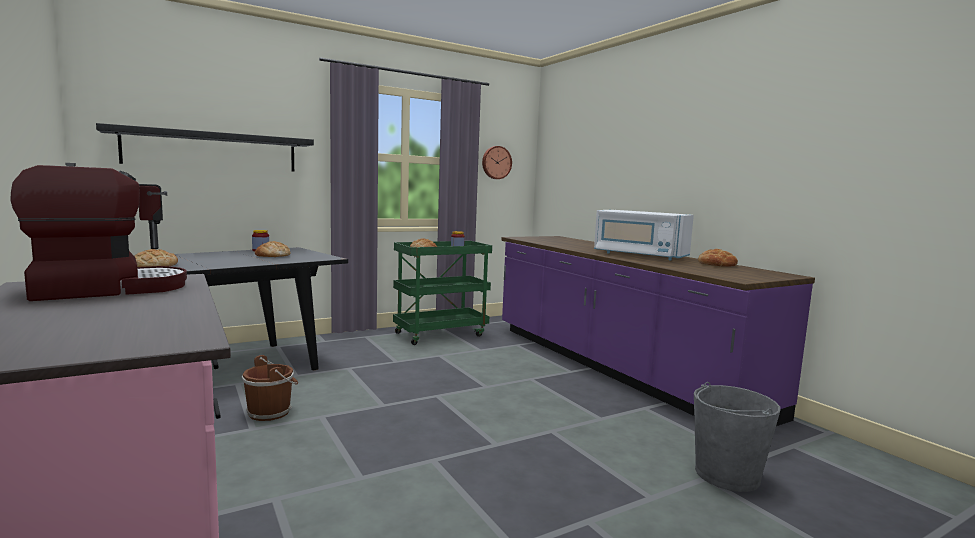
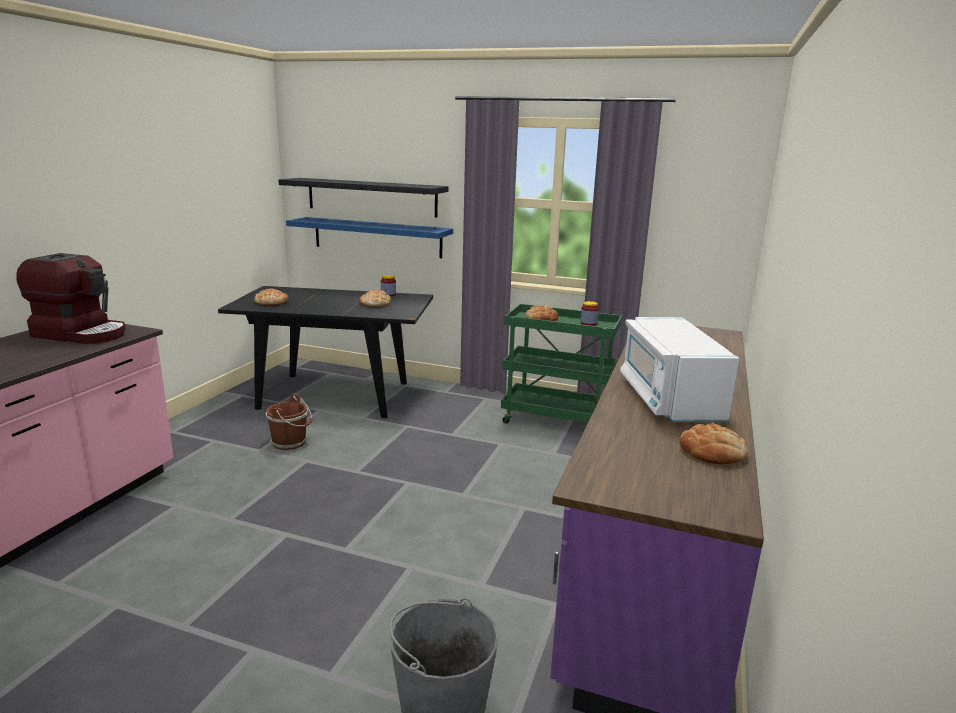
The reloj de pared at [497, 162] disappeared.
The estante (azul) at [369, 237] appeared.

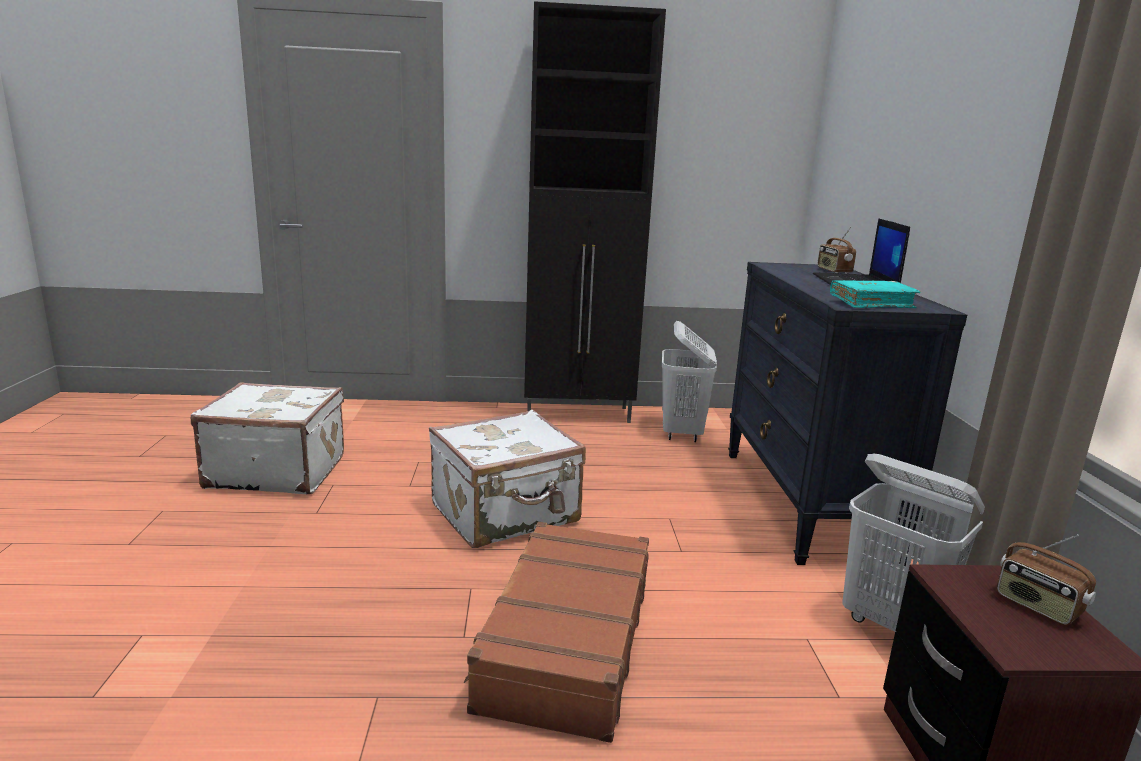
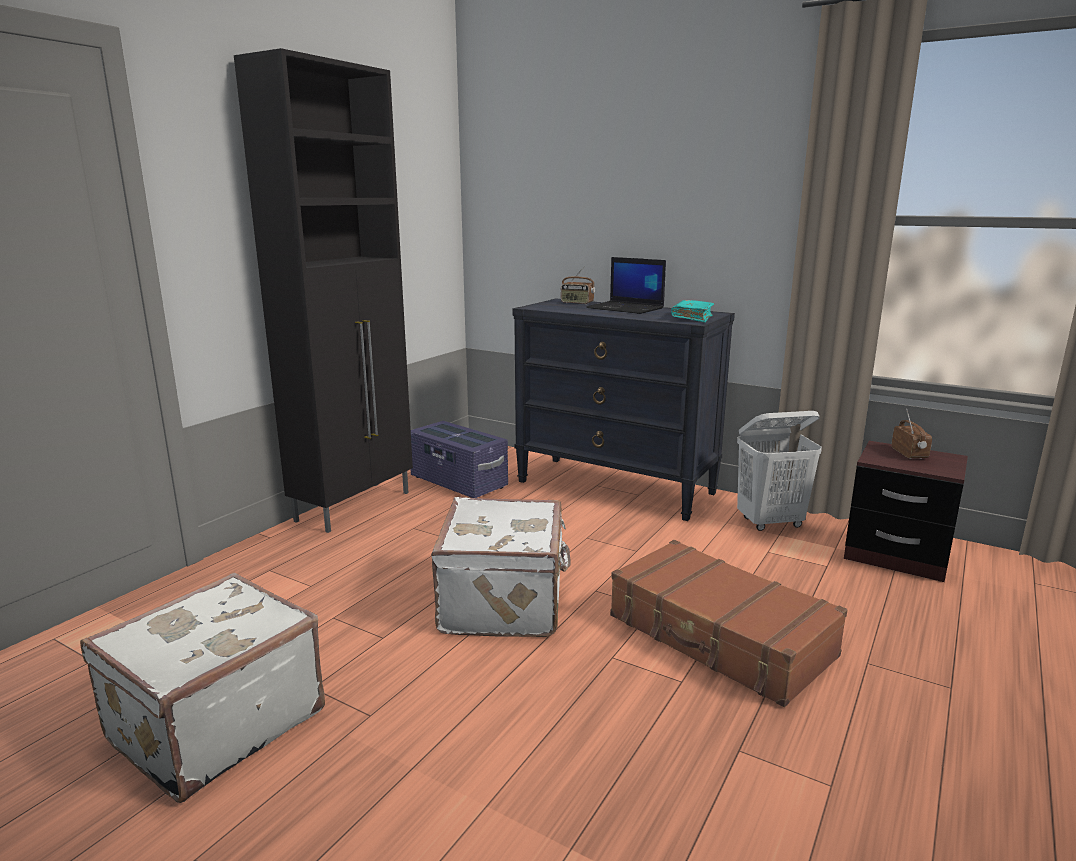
The cesto de la ropa (blanco) at [689, 381] was replaced by the caja de almacenaje (morado) at [459, 459].
The radio at [1046, 579] turned 90 degrees counterclockwise.

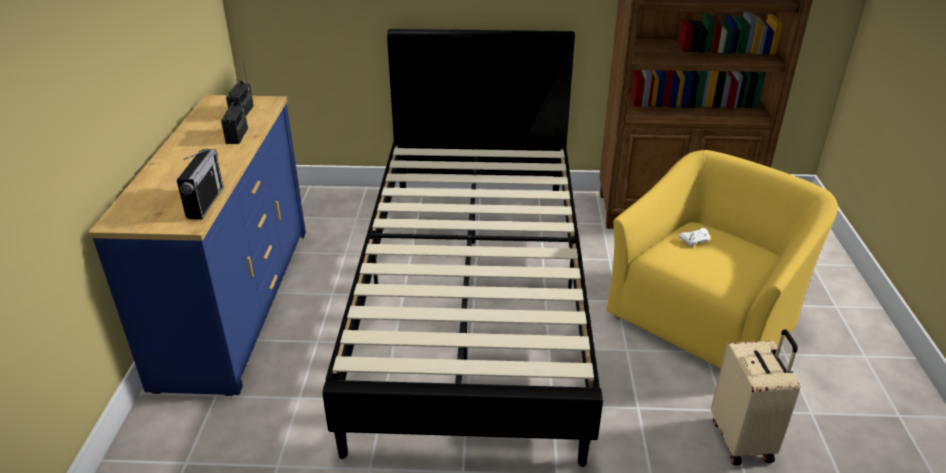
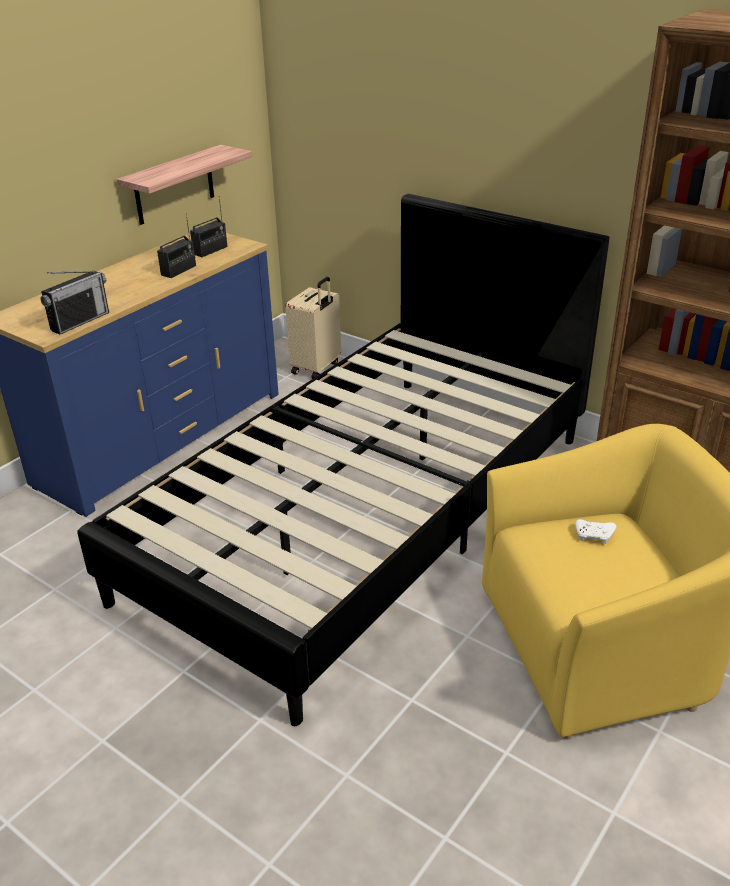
The maleta (beis) moved from [755, 397] to [313, 328].
The estante at [184, 185] appeared.

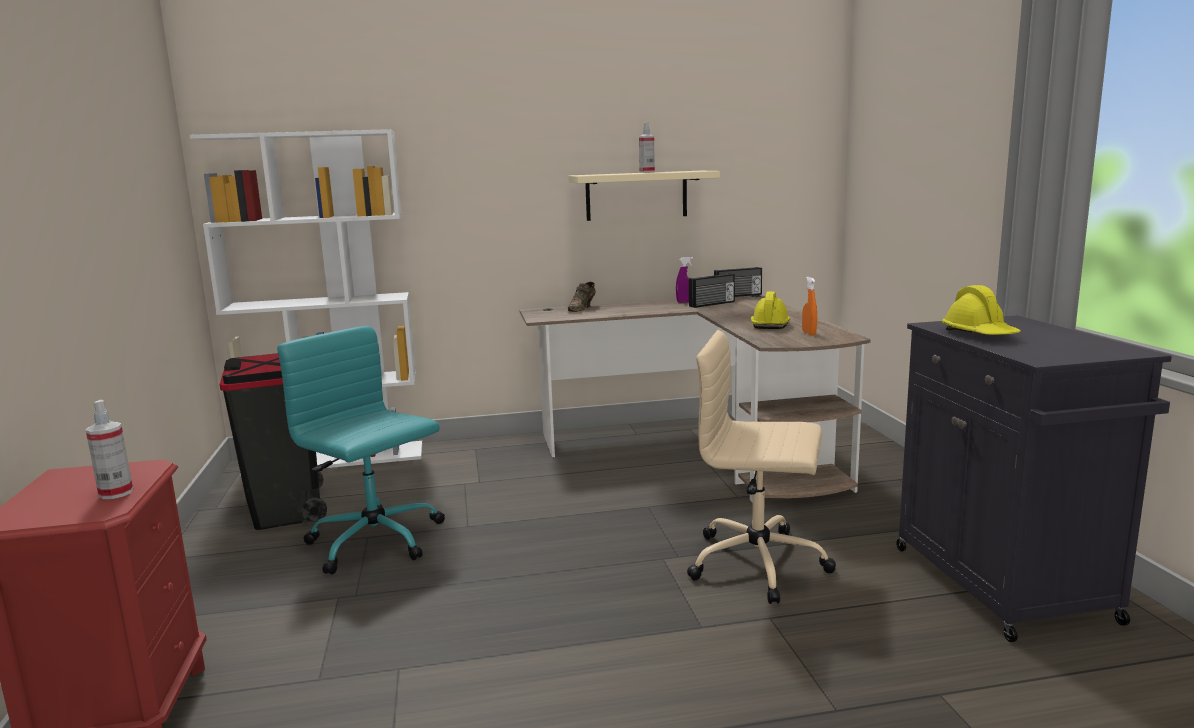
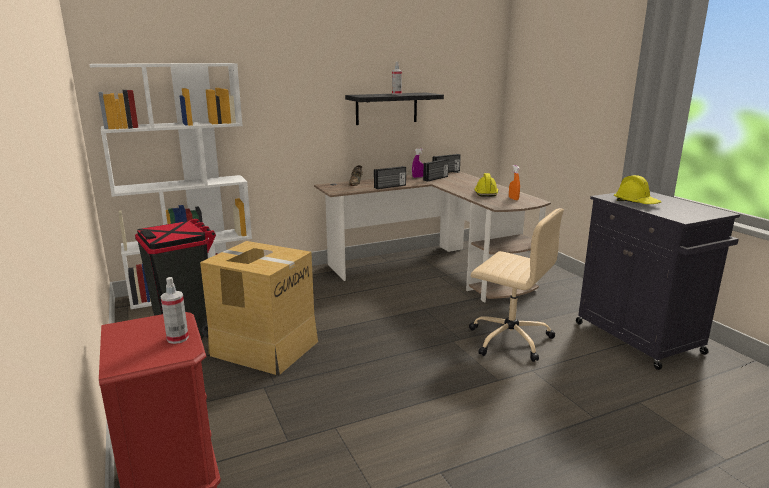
The silla de oficina (turquesa) at [361, 450] was replaced by the caja de cartón at [259, 308].
The estante (beis) at [644, 196] became the estante (negro) at [394, 109].
The silla de oficina (beis) at [761, 467] turned 150 degrees counterclockwise.
The radio at [390, 177] appeared.

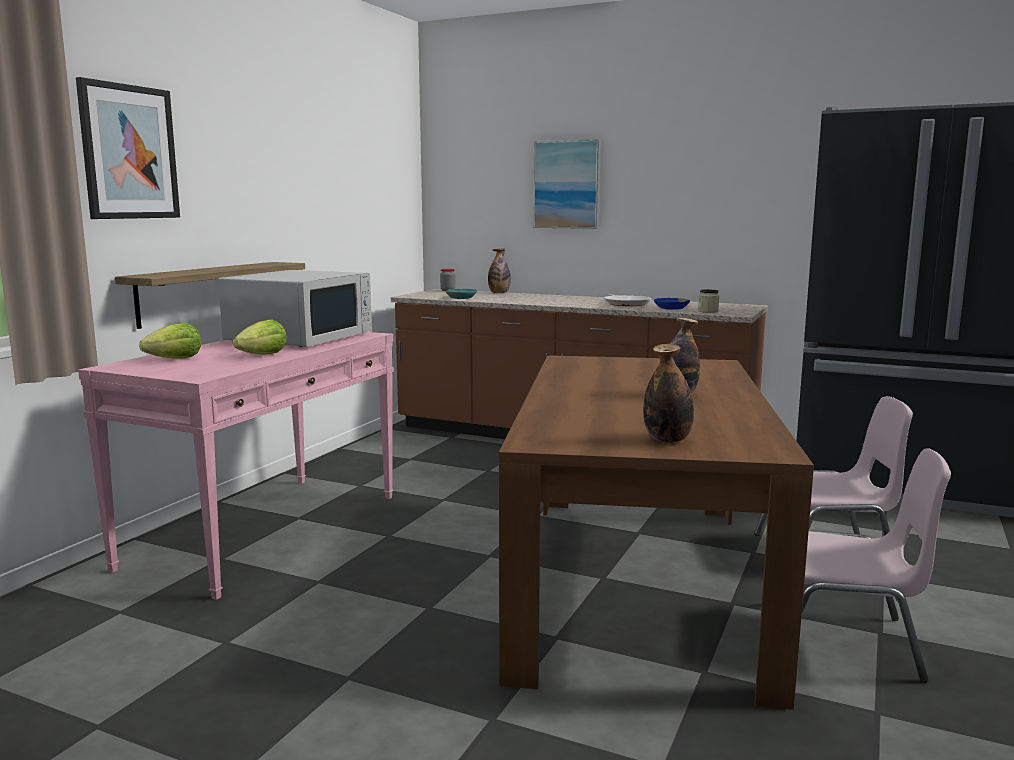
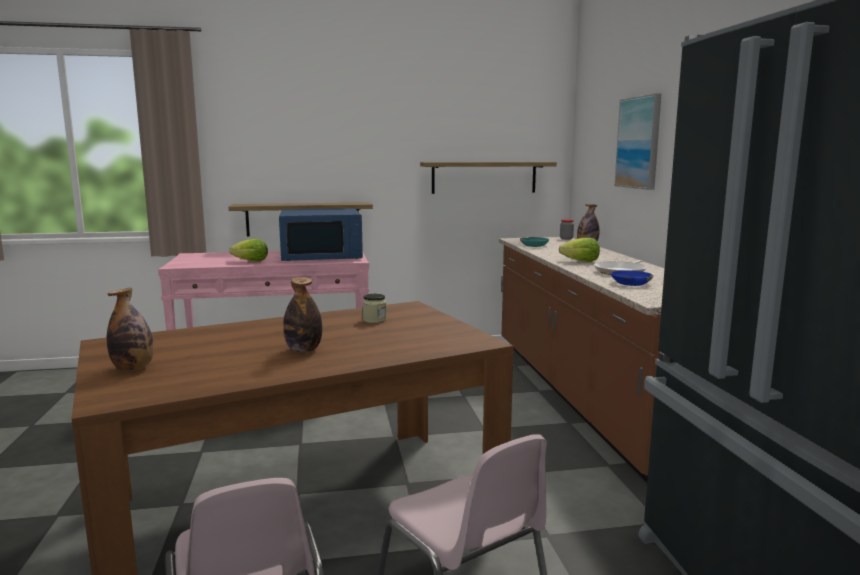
The cuadro at [128, 148] disappeared.
The lechuga moved from [170, 340] to [579, 250].
The microondas (blanco) at [295, 308] became the microondas (azul) at [321, 234].
The tarro moved from [708, 301] to [374, 308].
The estante at [488, 178] appeared.

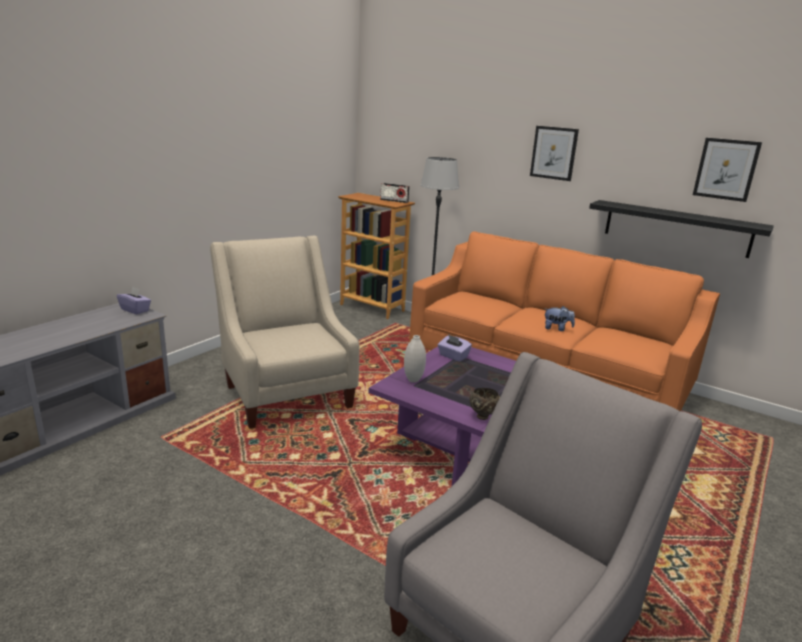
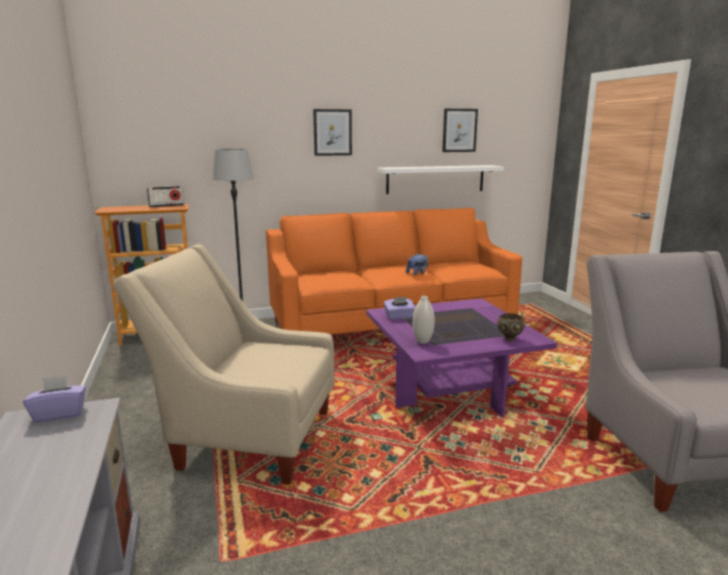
The estante (negro) at [681, 229] became the estante (blanco) at [440, 179].

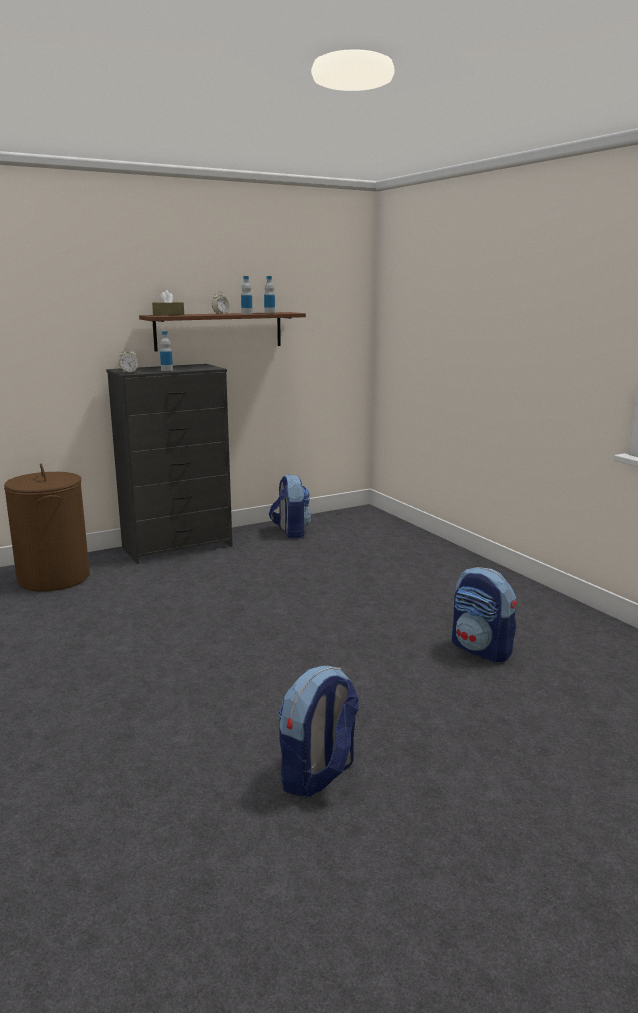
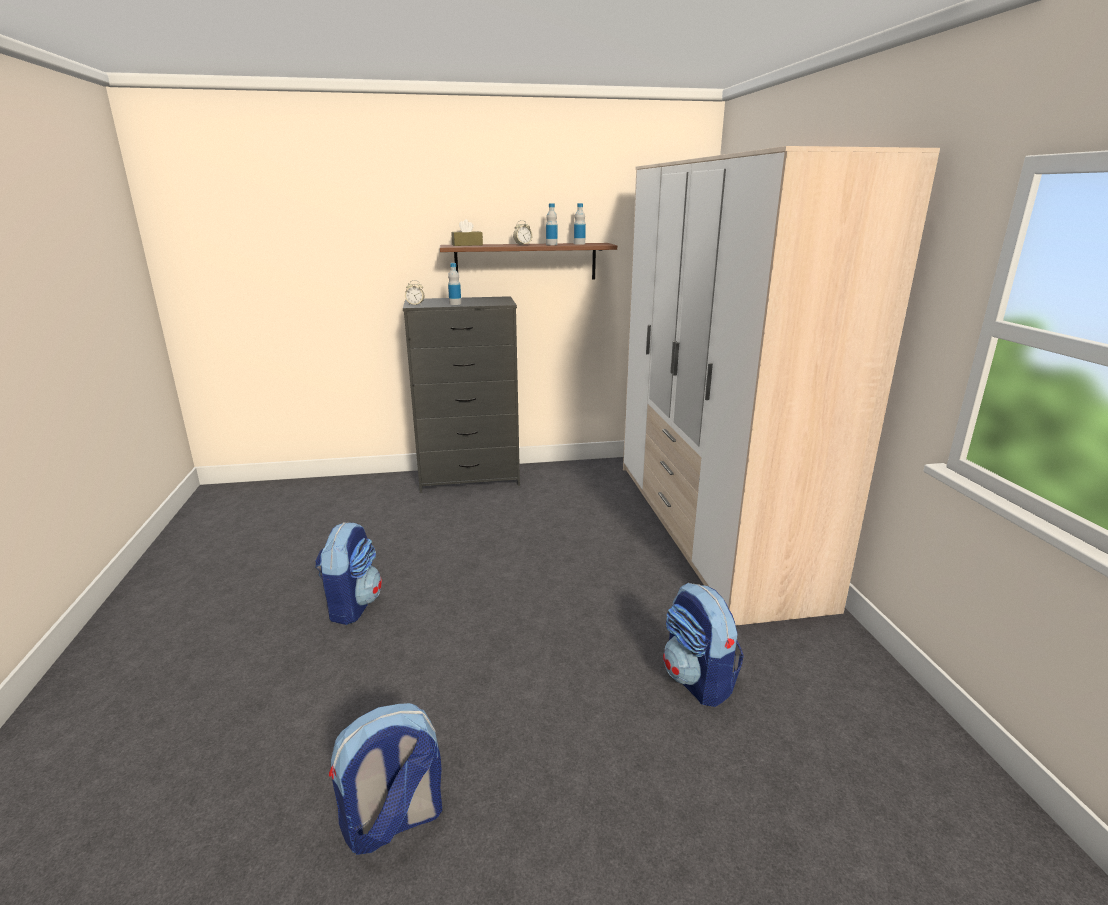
The cesto de la ropa (marrón) at [47, 527] disappeared.
The mochila moved from [290, 506] to [348, 573].
The armario ropero at [781, 385] appeared.

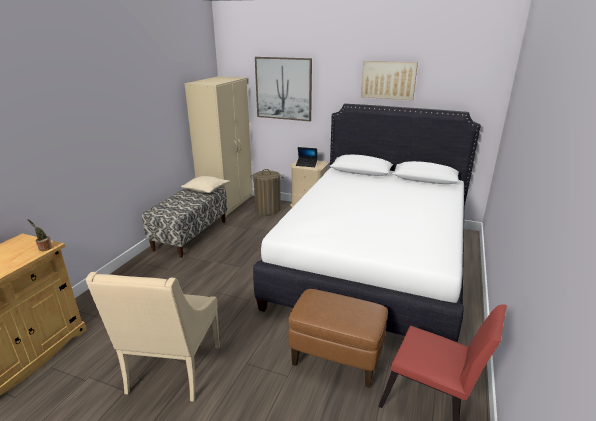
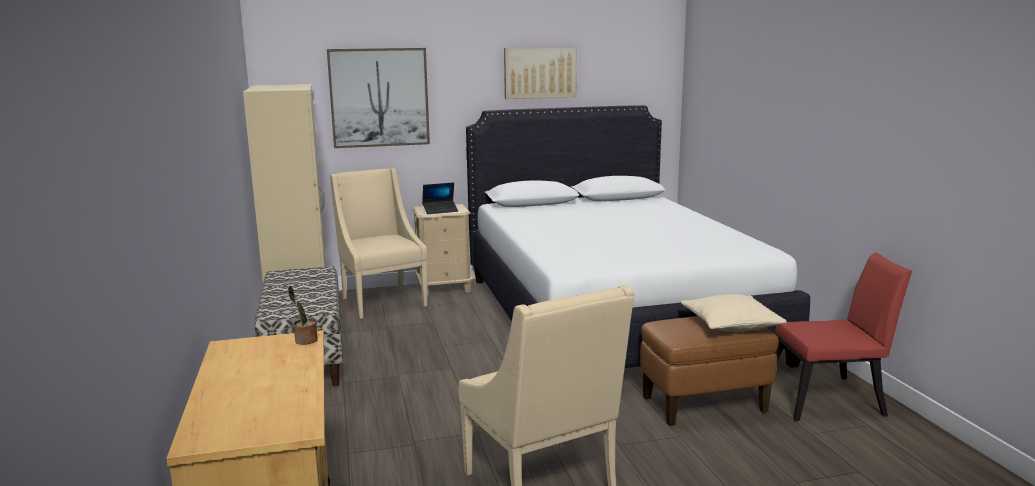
The cojín (beis) moved from [205, 184] to [733, 313].
The cesto de la ropa at [267, 192] was replaced by the sillón (beis) at [378, 243].

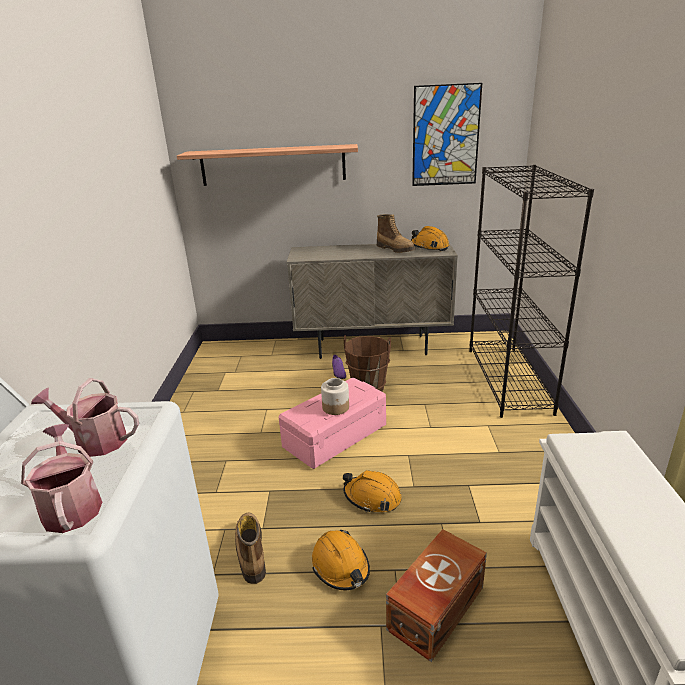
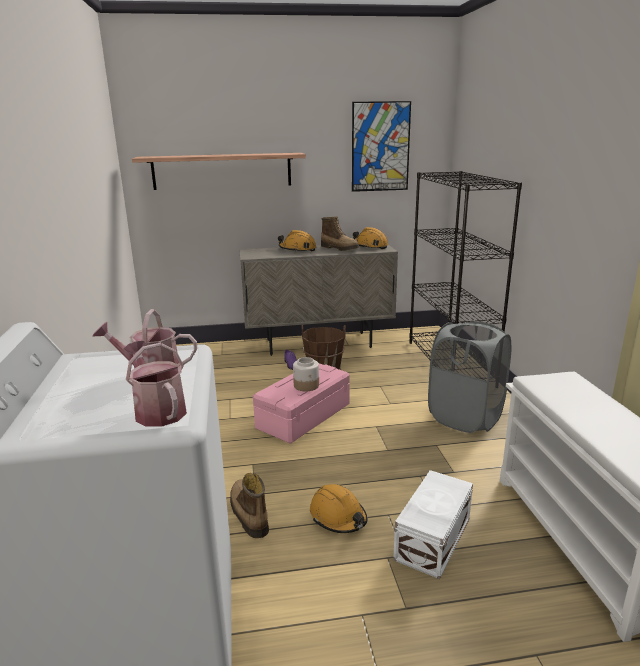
The casco (naranja) moved from [372, 491] to [297, 241].
The caja de almacenaje (marrón) at [436, 595] became the caja de almacenaje (blanco) at [433, 524].
The cesto de la ropa (gris) at [469, 377] appeared.

